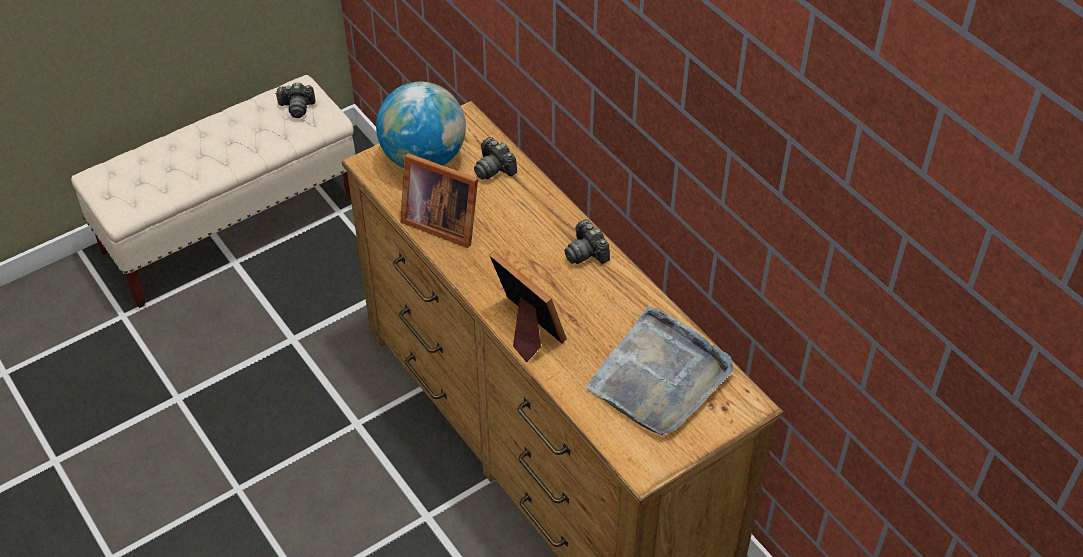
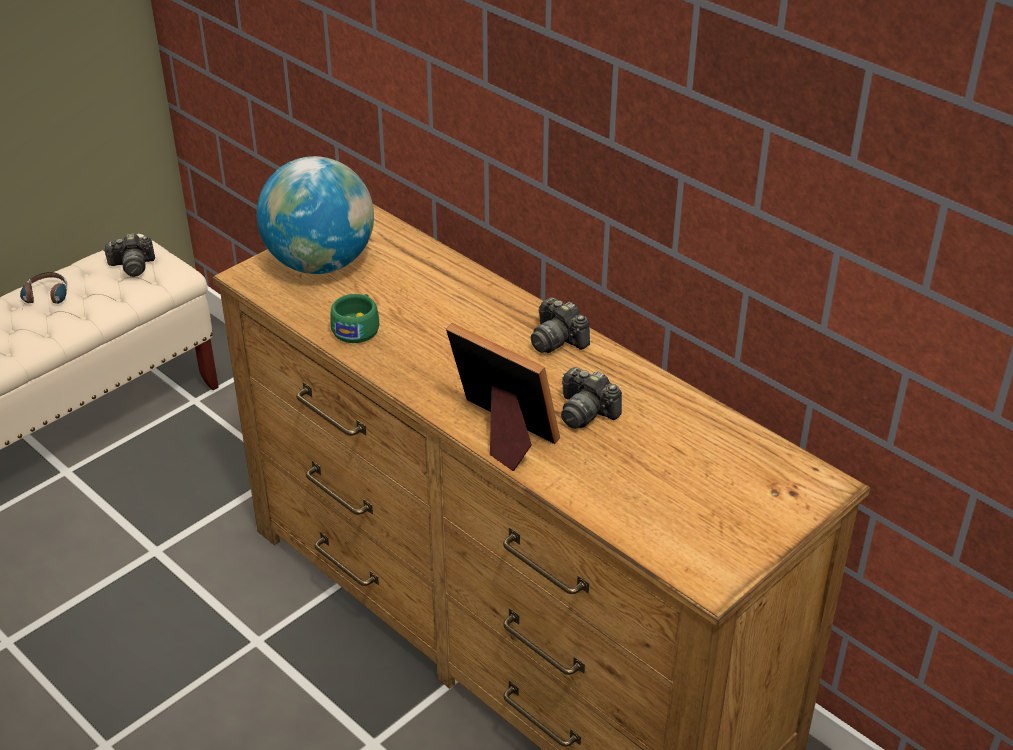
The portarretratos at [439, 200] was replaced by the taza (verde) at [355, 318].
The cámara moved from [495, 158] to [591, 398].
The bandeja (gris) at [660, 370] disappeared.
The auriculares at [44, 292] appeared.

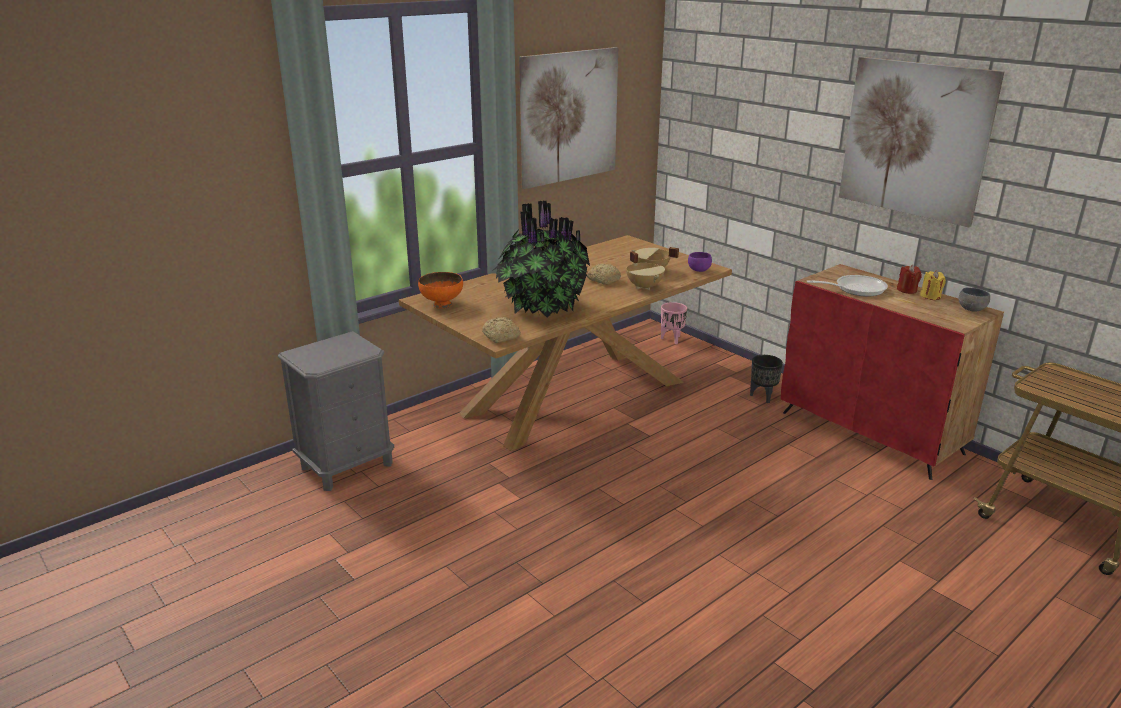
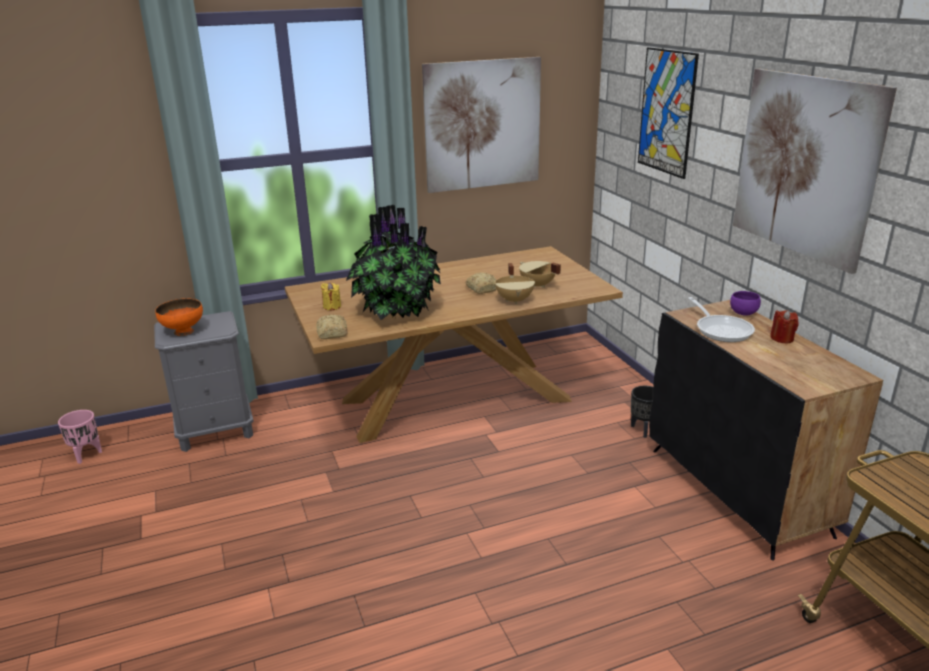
The cuenco (naranja) moved from [440, 290] to [179, 317].
The maceta (rosa) moved from [674, 323] to [80, 437].
The cuenco (morado) moved from [700, 262] to [745, 303].
The armario (rojo) at [892, 372] became the armario (negro) at [766, 430].
The sartén at [847, 286] turned 60 degrees clockwise.
The vela (amarillo) moved from [933, 285] to [331, 296].
The cuenco (gris) at [974, 299] disappeared.
The cuadro at [668, 113] appeared.

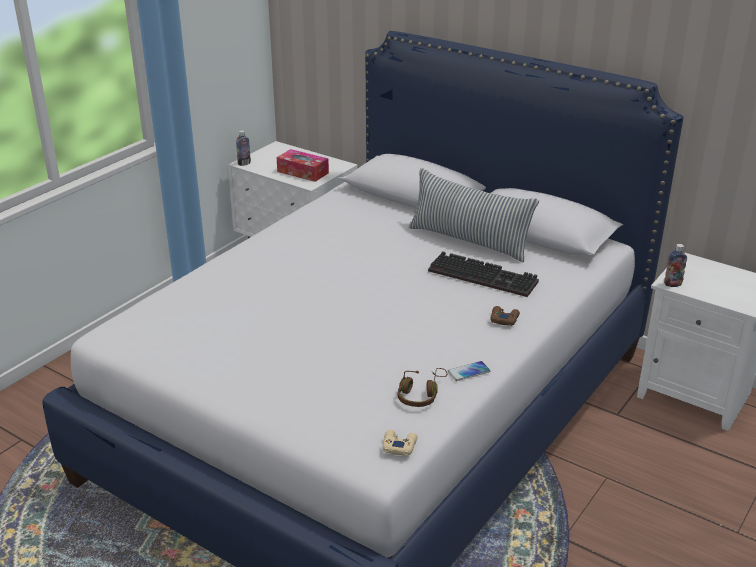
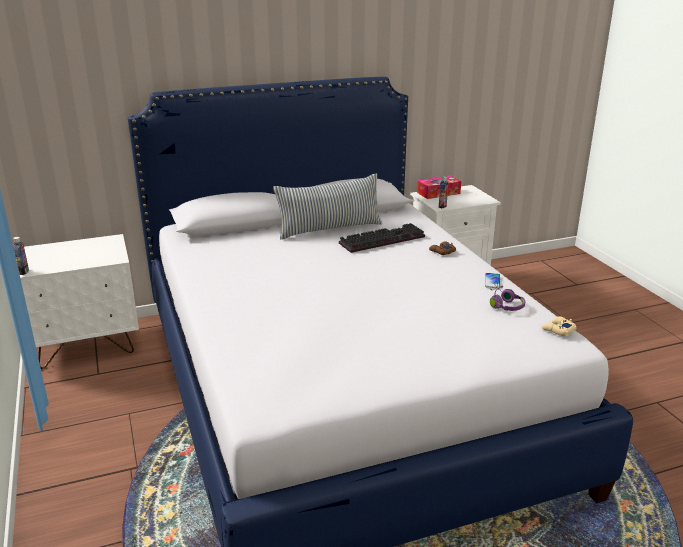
The caja de pañuelos moved from [303, 165] to [439, 187].
The auriculares (marrón) at [422, 387] became the auriculares (morado) at [507, 296].

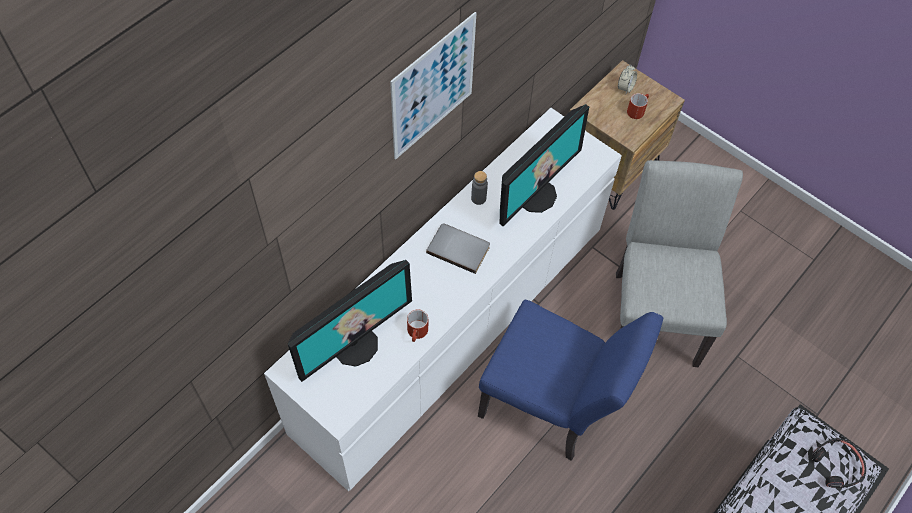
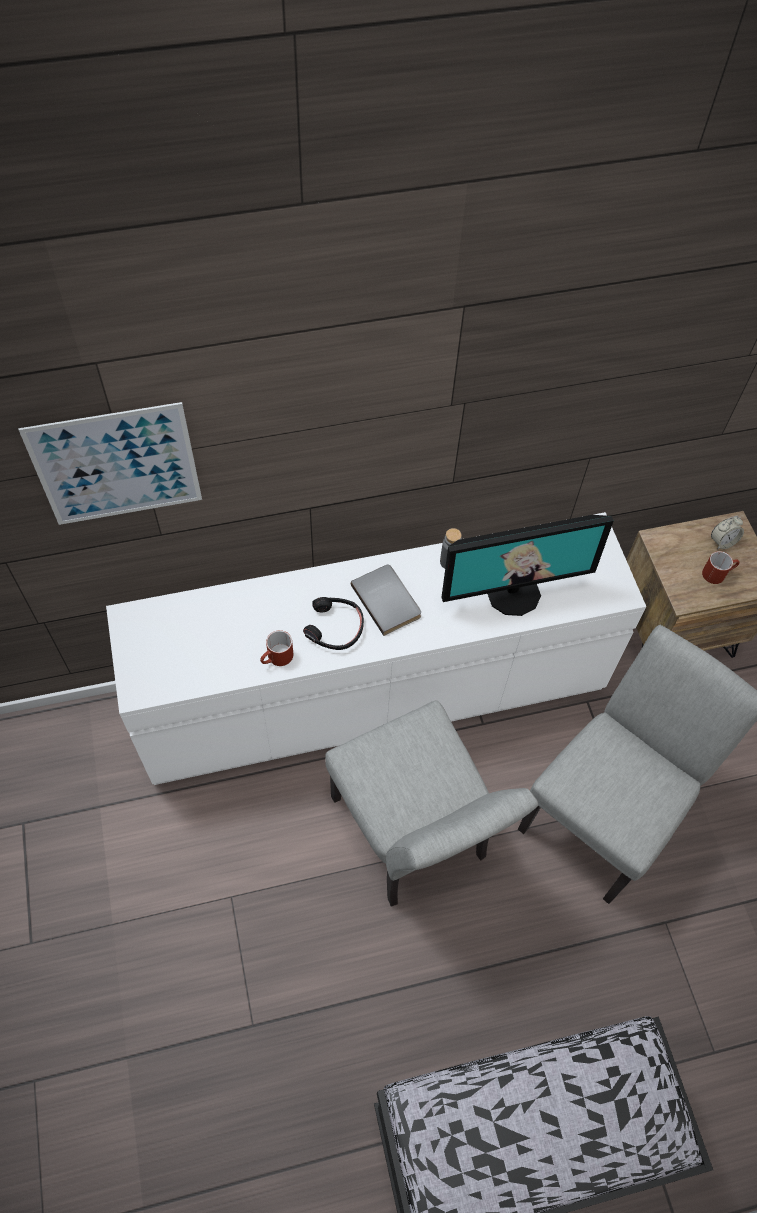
The monitor at [350, 321] disappeared.
The cuadro moved from [433, 86] to [110, 463].
The silla (azul) at [570, 380] became the silla (gris) at [431, 803].
The auriculares (negro) moved from [838, 463] to [333, 623].

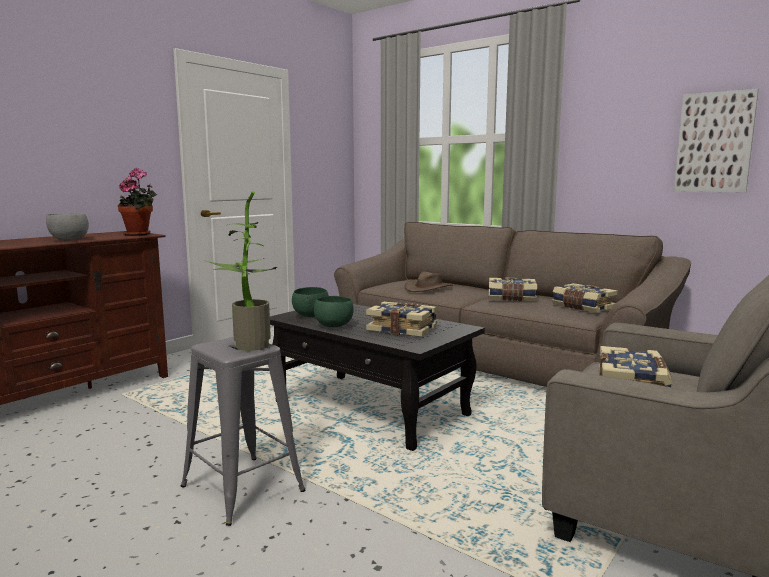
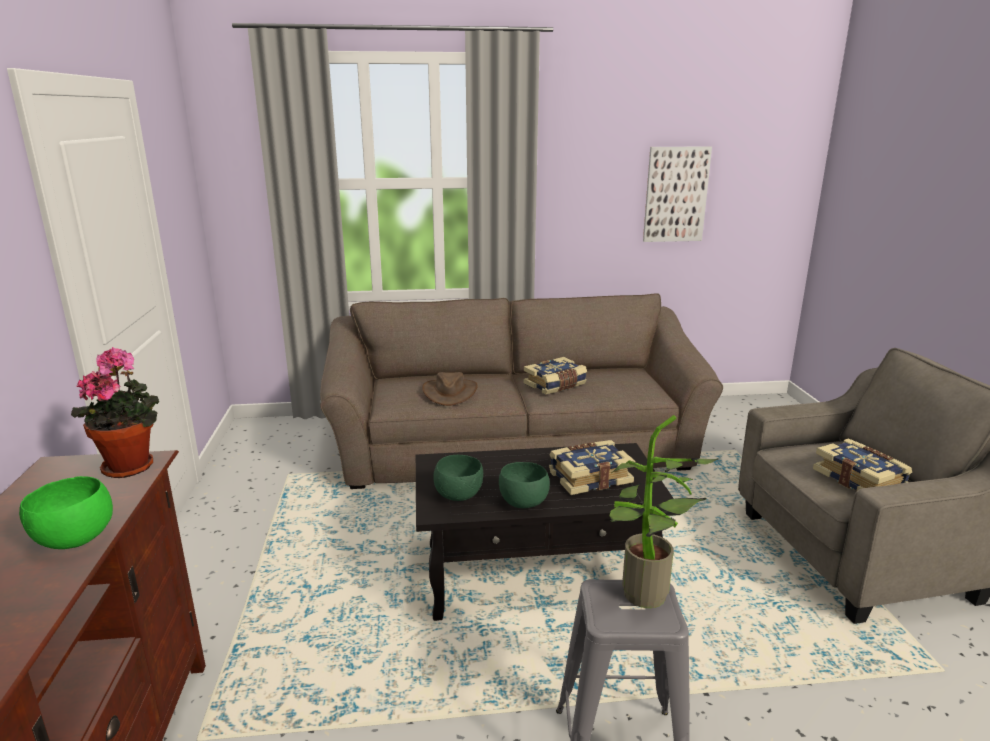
The cuenco (gris) at [67, 227] became the cuenco (verde) at [66, 512].
The libro at [585, 298] disappeared.

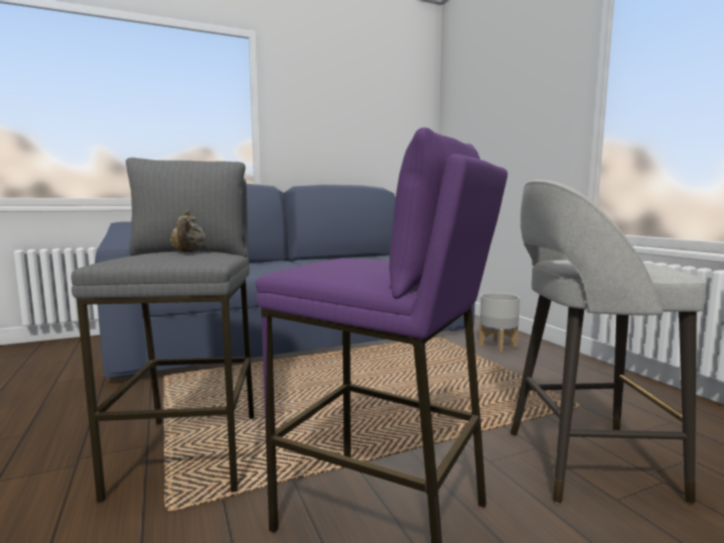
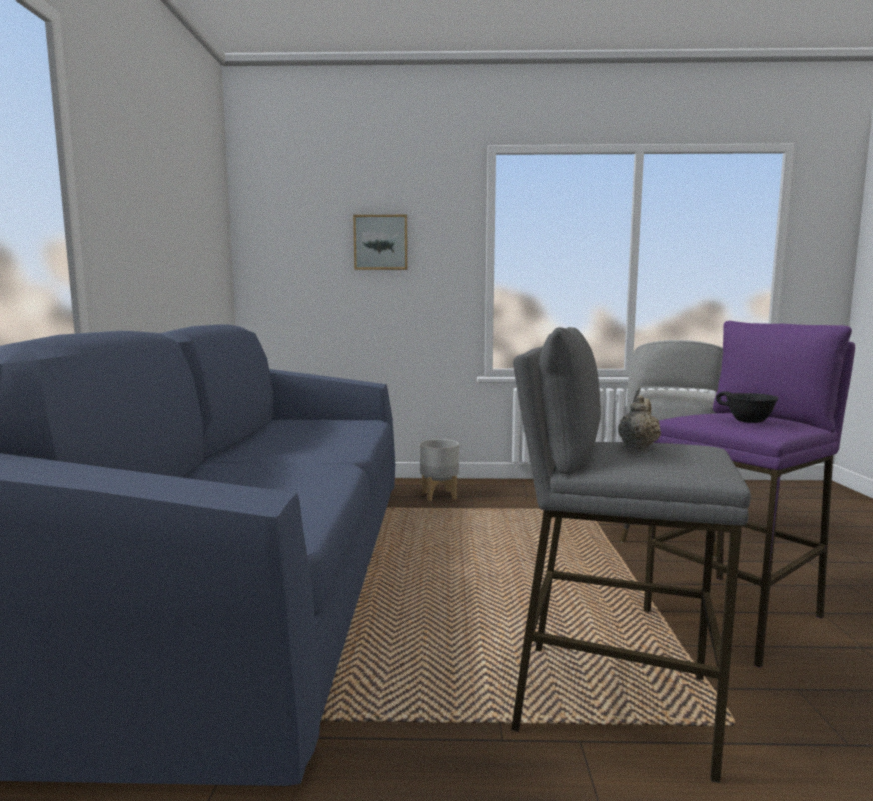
The tetera (beis) at [187, 231] turned 75 degrees counterclockwise.
The cuadro at [380, 242] appeared.
The cuenco (negro) at [747, 407] appeared.

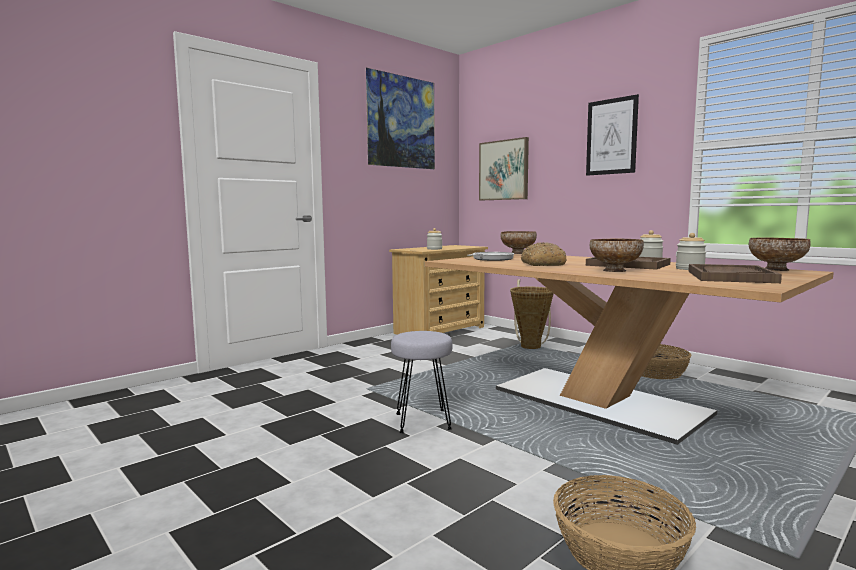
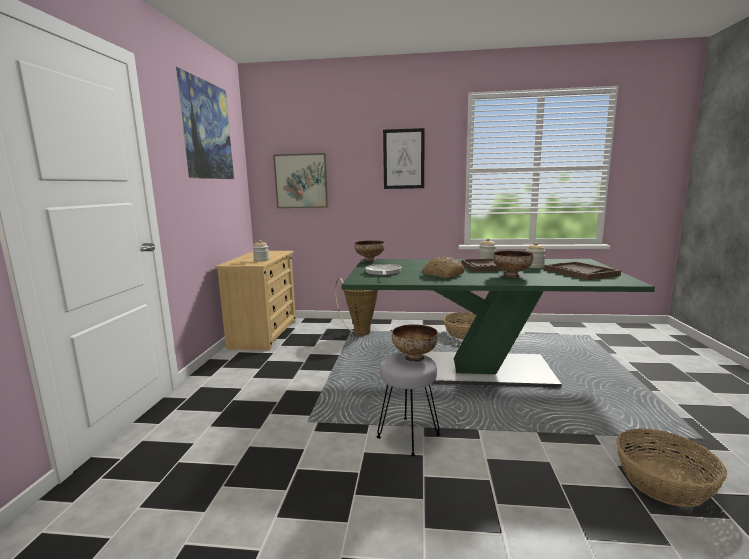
The mesa de comedor (beis) at [629, 349] became the mesa de comedor (verde) at [498, 323].
The cuenco moved from [780, 254] to [415, 343].

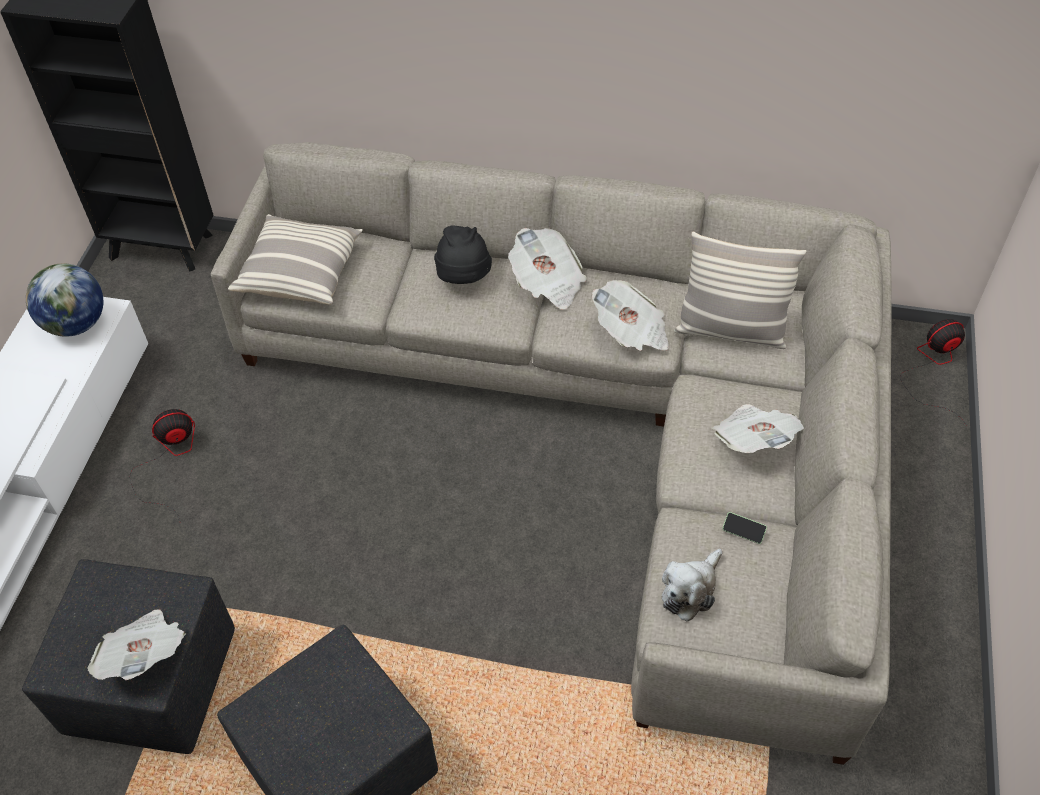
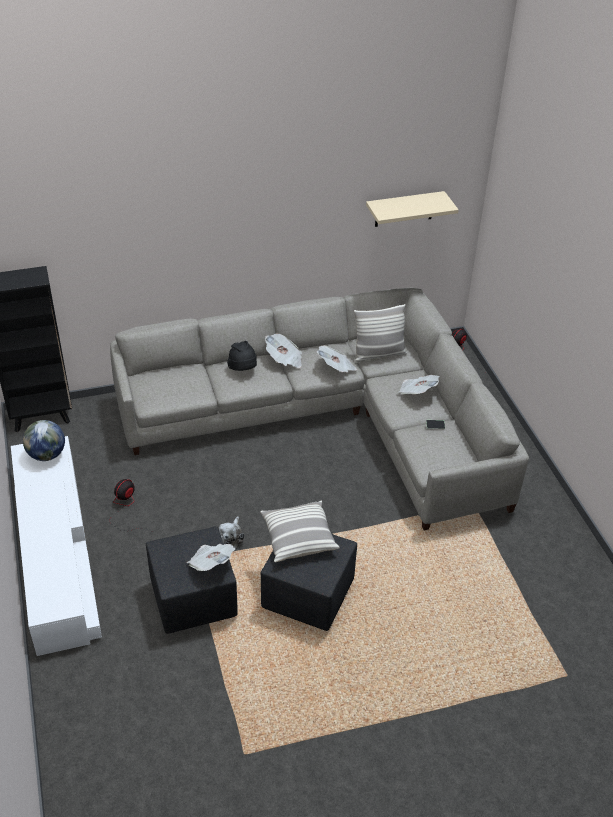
The cojín moved from [295, 259] to [300, 531].
The peluche moved from [692, 585] to [231, 533].
The estante (beis) at [412, 209] appeared.

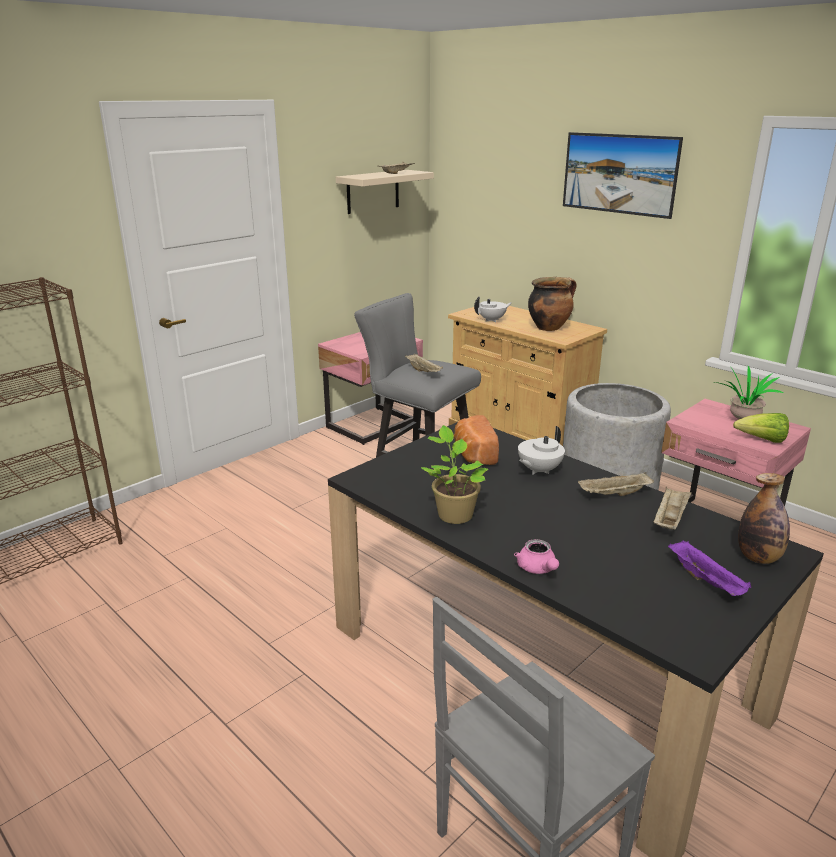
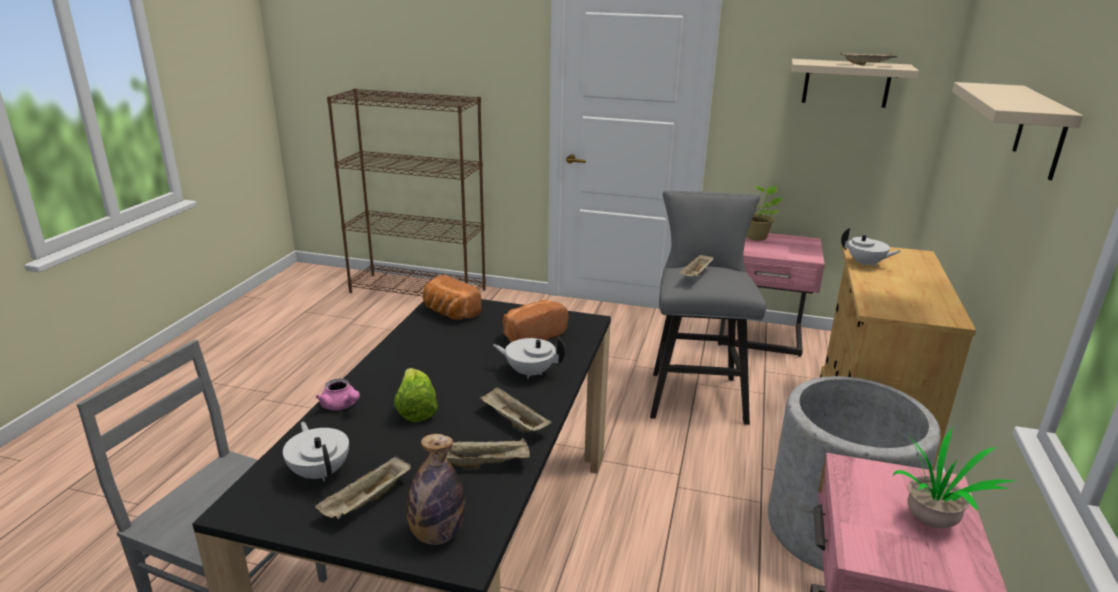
The planta en maceta moved from [454, 474] to [764, 213].
The tetera (rosa) at [536, 556] turned 90 degrees counterclockwise.
The olla at [552, 304] disappeared.
The cuadro at [623, 175] was replaced by the estante (beis) at [1017, 131].
The bandeja (morado) at [709, 568] became the bandeja (beis) at [363, 487].
The lechuga moved from [761, 428] to [416, 395].
The tetera (blanco) at [316, 451] appeared.
The pan at [452, 297] appeared.

